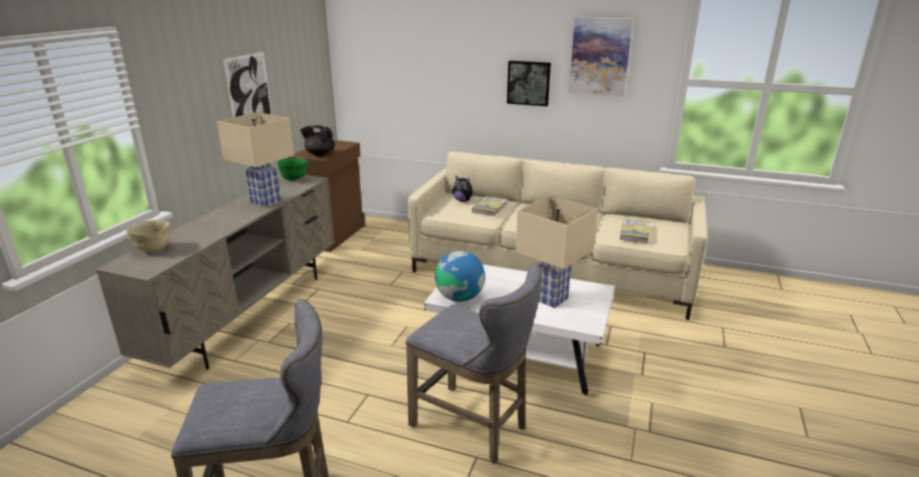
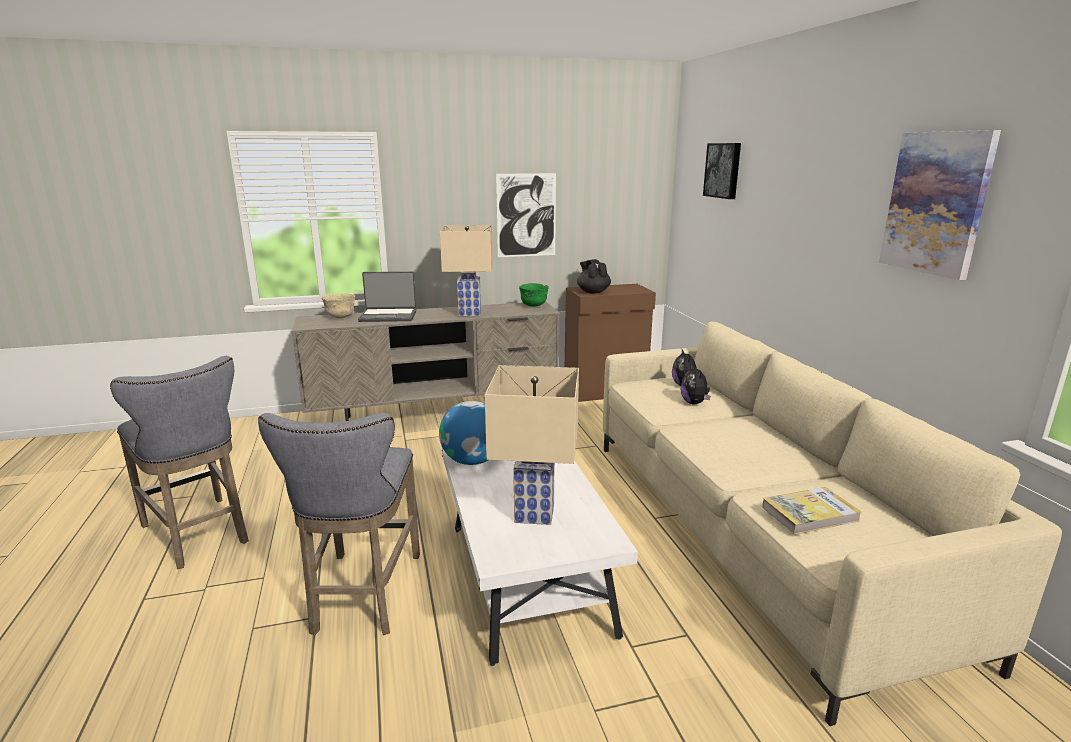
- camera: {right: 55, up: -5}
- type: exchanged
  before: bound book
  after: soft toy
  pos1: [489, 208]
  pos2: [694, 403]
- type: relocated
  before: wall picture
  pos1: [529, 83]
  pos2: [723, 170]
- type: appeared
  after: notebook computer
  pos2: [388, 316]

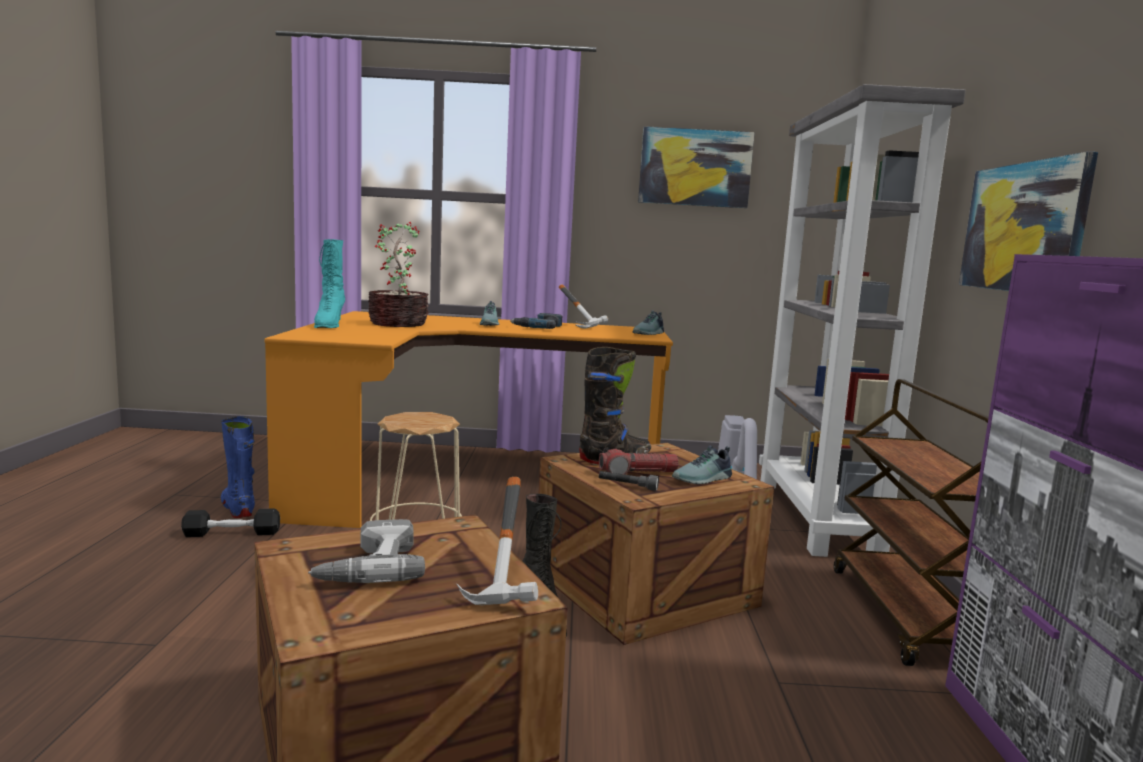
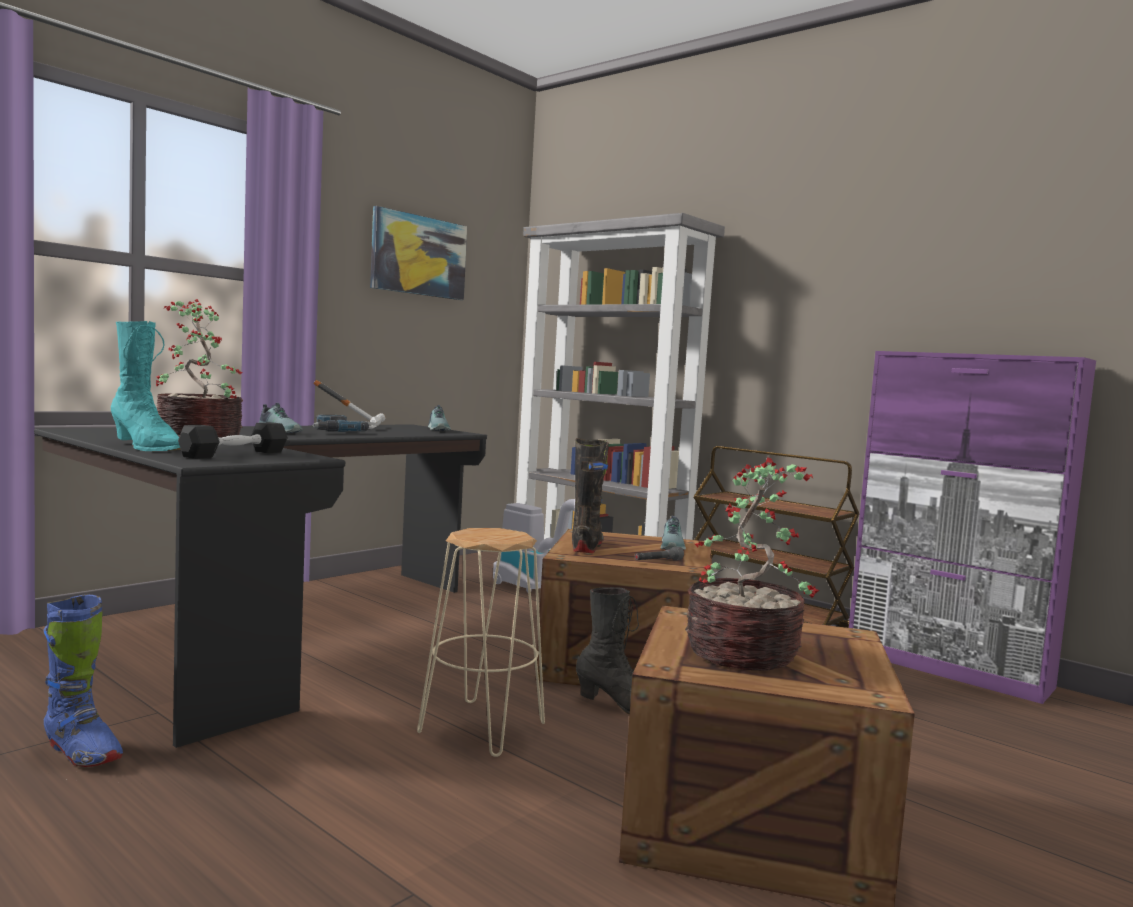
- camera: {right: -50, up: -5}
- type: relocated
  before: free weight (black)
  pos1: [232, 533]
  pos2: [235, 454]
- type: spun
  before: tall boot (bluish)
  pos1: [238, 509]
  pos2: [81, 752]
  turn: -150
- type: colour
  before: desk unit (orangey)
  after: desk unit (black)
  pos1: [465, 478]
  pos2: [274, 632]
- type: exchanged
  before: power drill
  after: houseplant
  pos1: [368, 566]
  pos2: [744, 654]
- type: missing
  before: hammer
  pos1: [514, 585]
- type: missing
  before: torch
  pos1: [637, 473]
- type: missing
  before: wall picture
  pos1: [1023, 228]

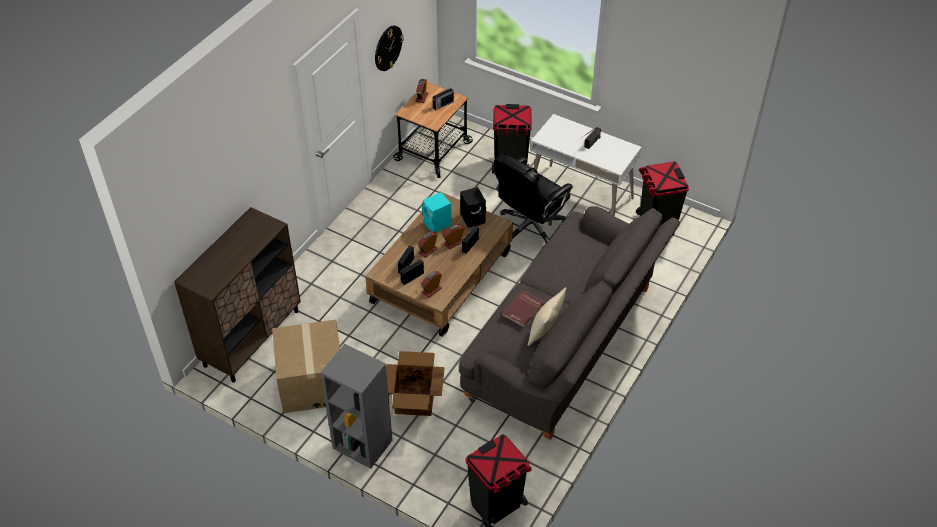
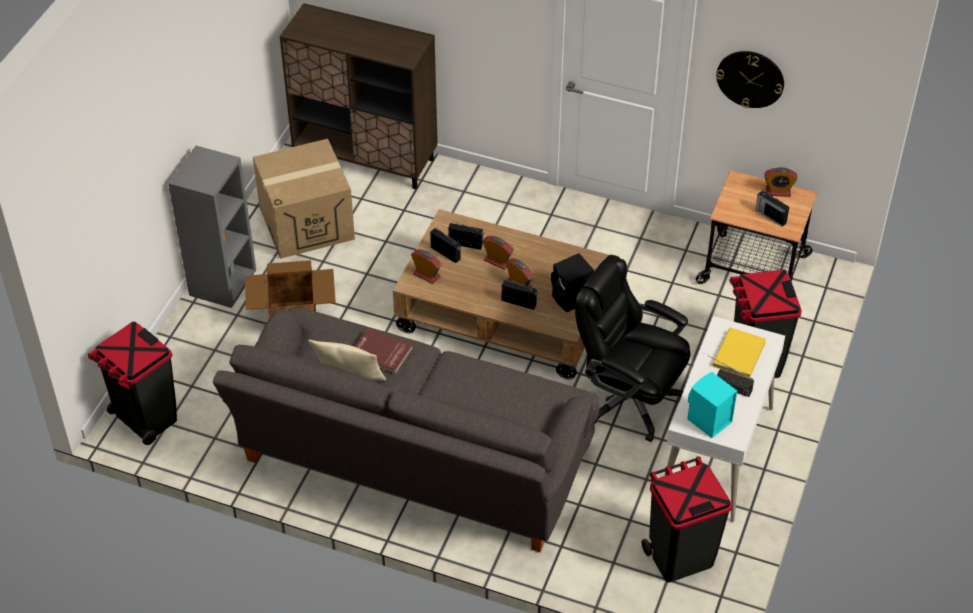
- camera: {right: 80, up: 0}
- type: relocated
  before: loudspeaker (turquoise-coloured)
  pos1: [437, 224]
  pos2: [708, 421]
- type: appeared
  after: bound book (yellow-coloured)
  pos2: [740, 355]

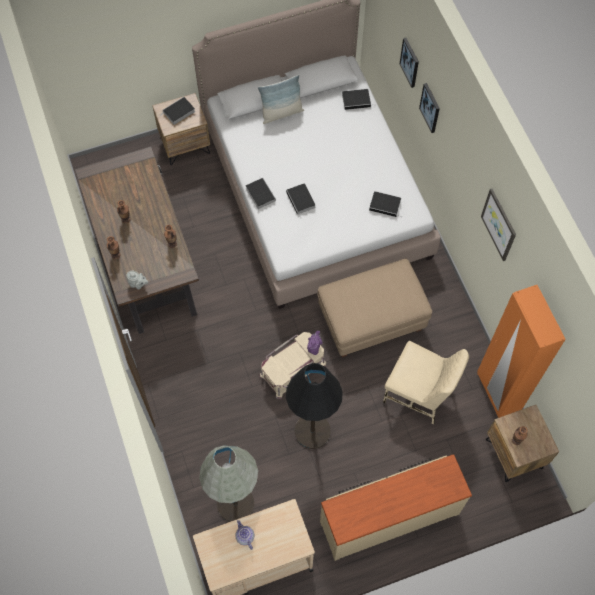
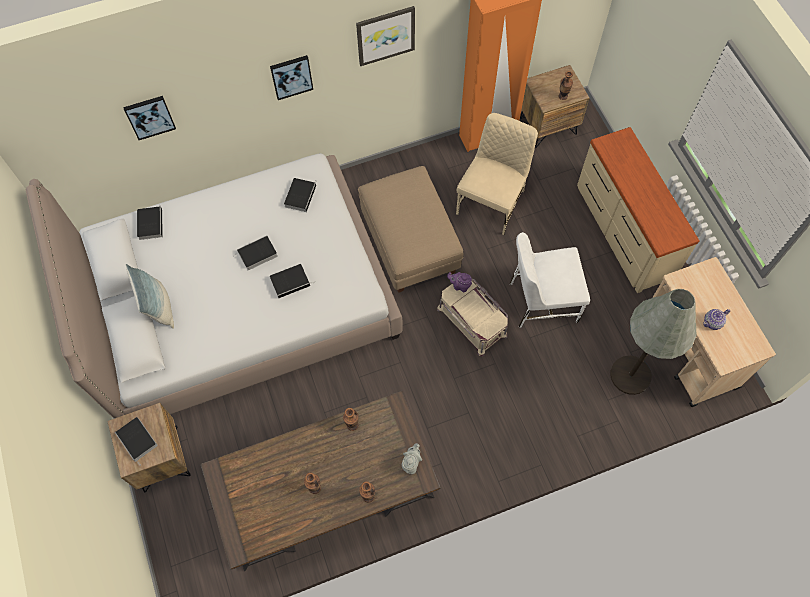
- camera: {right: -90, up: 0}
- type: relocated
  before: bound book
  pos1: [259, 194]
  pos2: [256, 255]
- type: exchanged
  before: floor lamp (black)
  after: plain chair (white-coloured)
  pos1: [312, 431]
  pos2: [541, 301]
- type: relocated
  before: wall picture
  pos1: [430, 107]
  pos2: [291, 76]

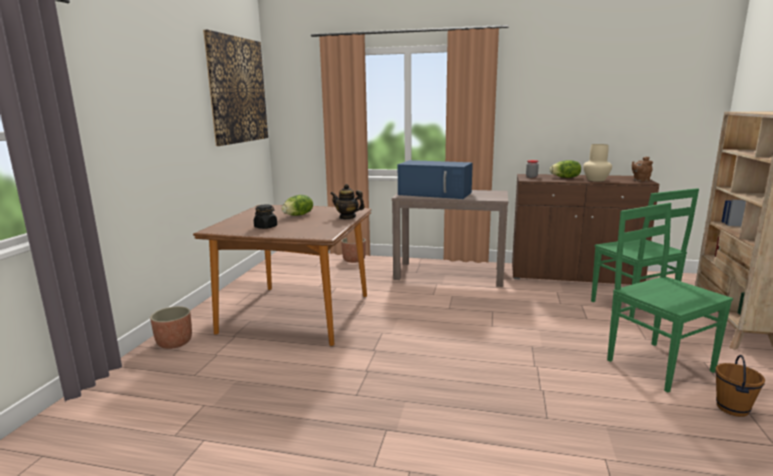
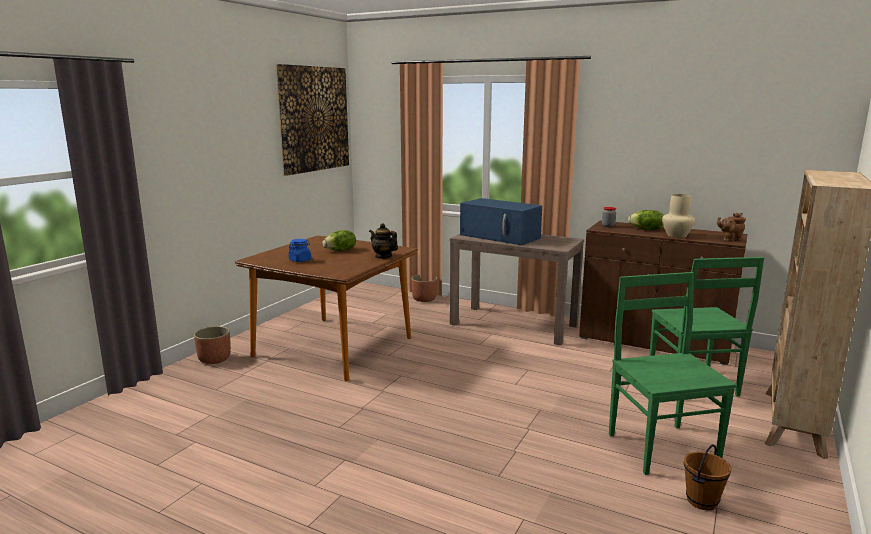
- camera: {right: 15, up: 0}
- type: colour
  before: preserve jar (black)
  after: preserve jar (bluish)
  pos1: [266, 227]
  pos2: [300, 260]

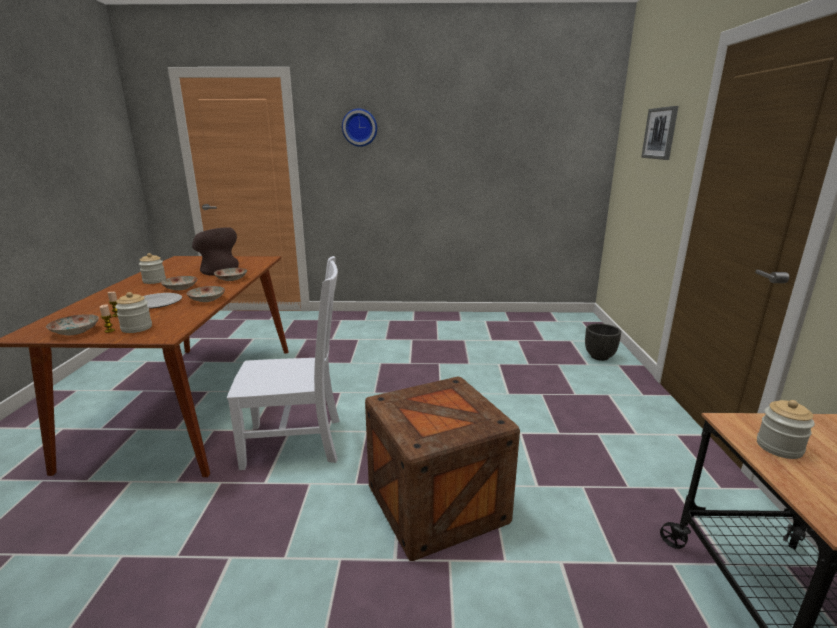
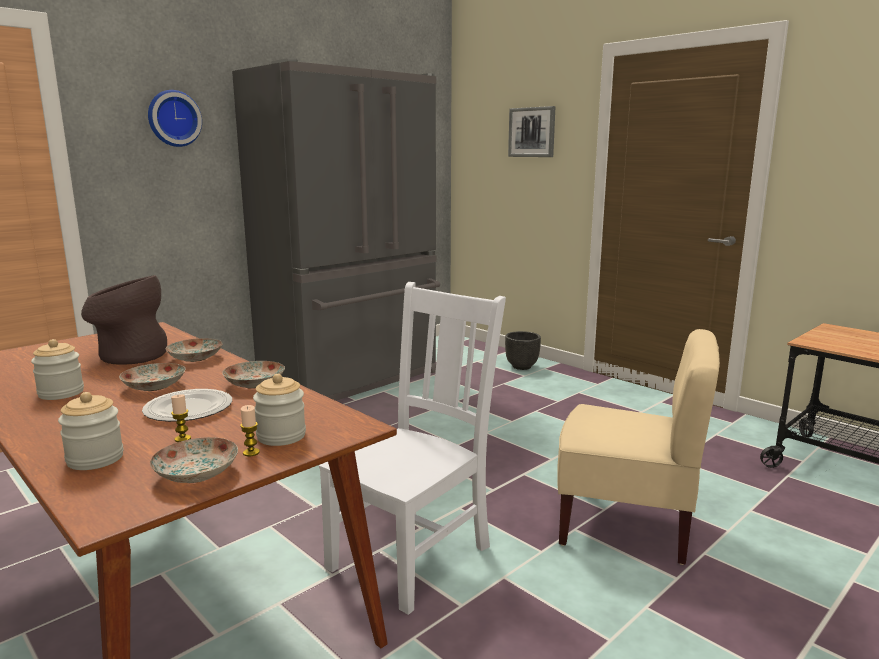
- camera: {right: -45, up: -5}
- type: exchanged
  before: packing crate
  after: plain chair (beige)
  pos1: [436, 504]
  pos2: [626, 525]
- type: relocated
  before: preserve jar
  pos1: [779, 447]
  pos2: [95, 459]
- type: appeared
  after: refrigerator (gray)
  pos2: [353, 379]

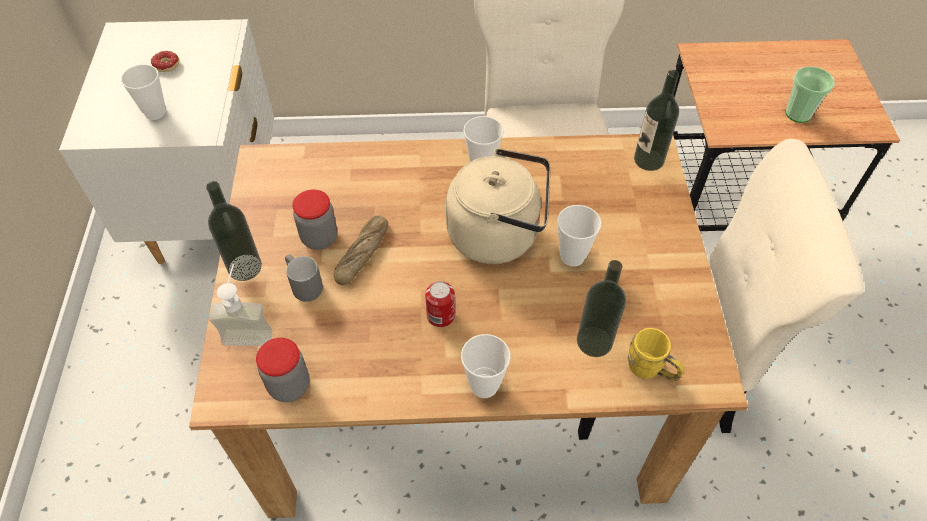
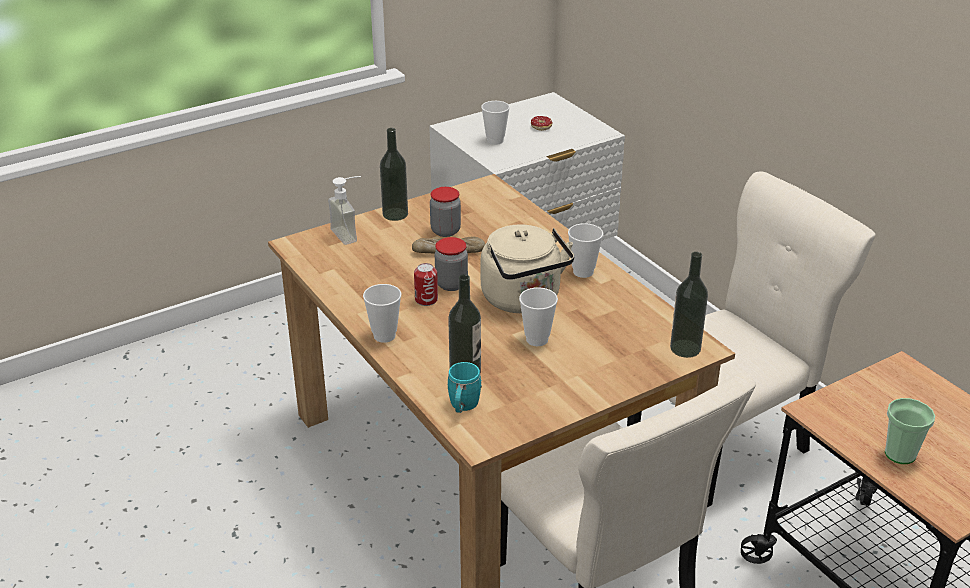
- camera: {right: 60, up: -20}
- type: relocated
  before: preserve jar
  pos1: [289, 386]
  pos2: [451, 284]
- type: missing
  before: coffee mug (gray)
  pos1: [302, 287]
- type: colour
  before: coffee mug (yellow-coloured)
  after: coffee mug (turquoise-coloured)
  pos1: [651, 370]
  pos2: [463, 407]

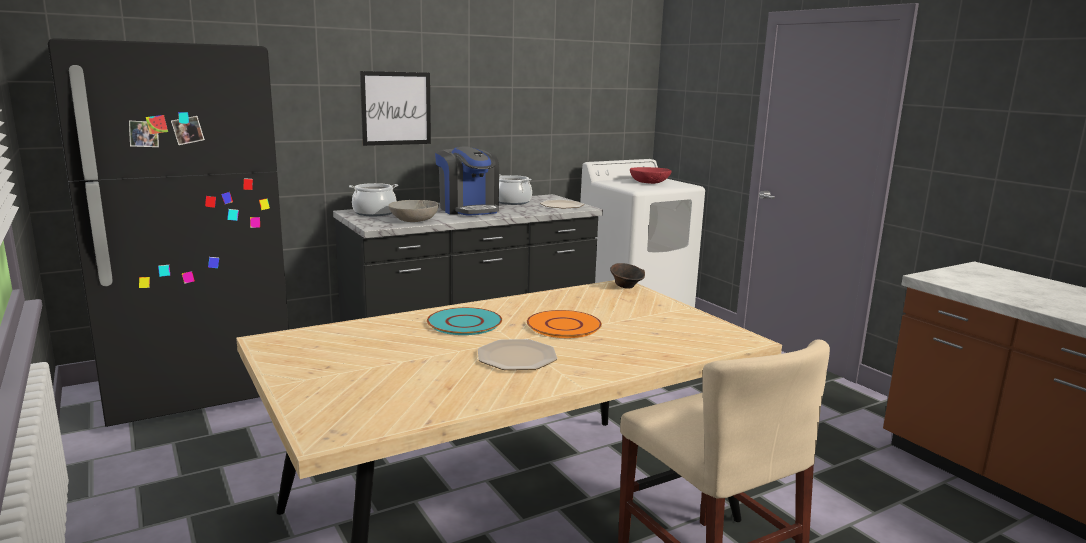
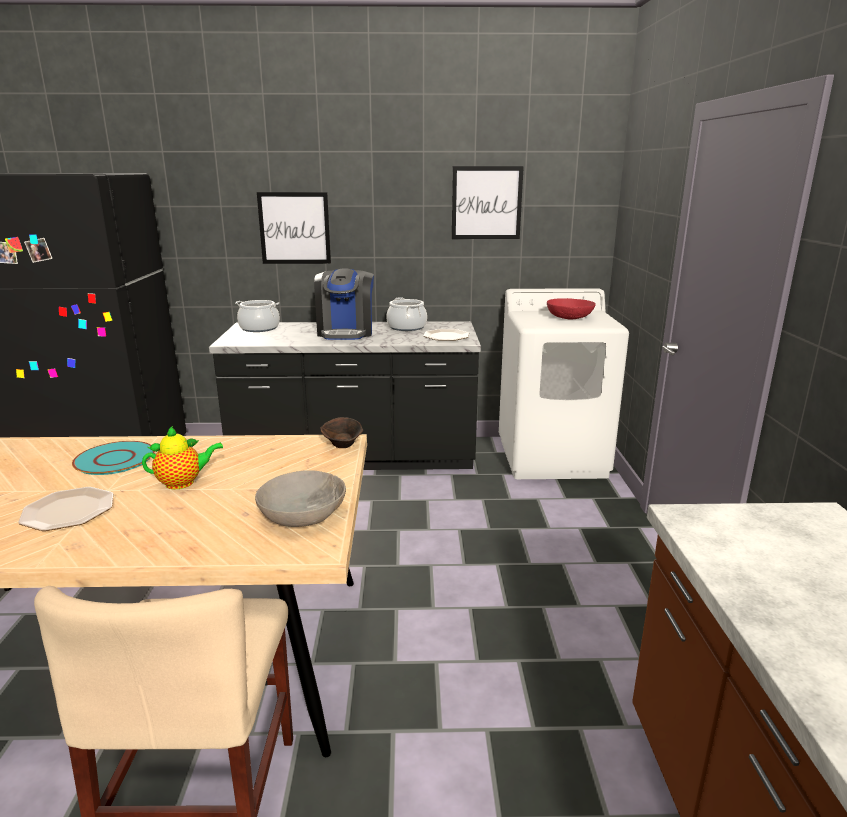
- camera: {right: 30, up: 5}
- type: relocated
  before: bowl (gray)
  pos1: [413, 220]
  pos2: [303, 515]
- type: exchanged
  before: dinner plate (orangey)
  after: tea pot
  pos1: [564, 326]
  pos2: [183, 483]
- type: appeared
  after: wall picture
  pos2: [486, 203]

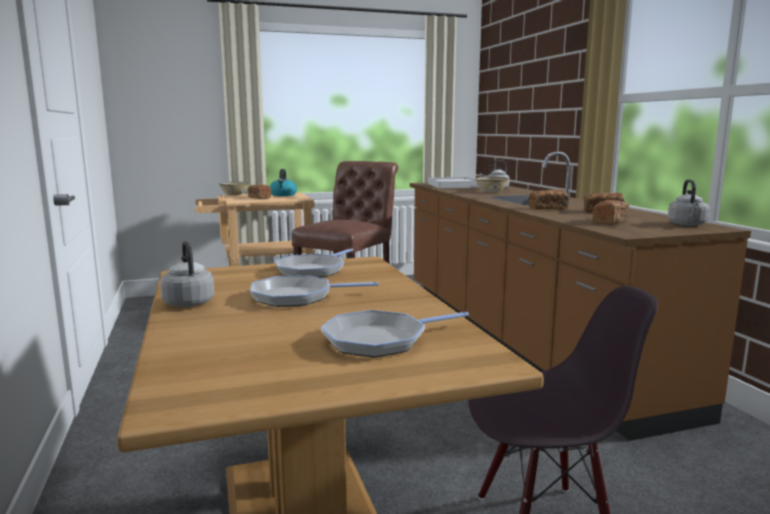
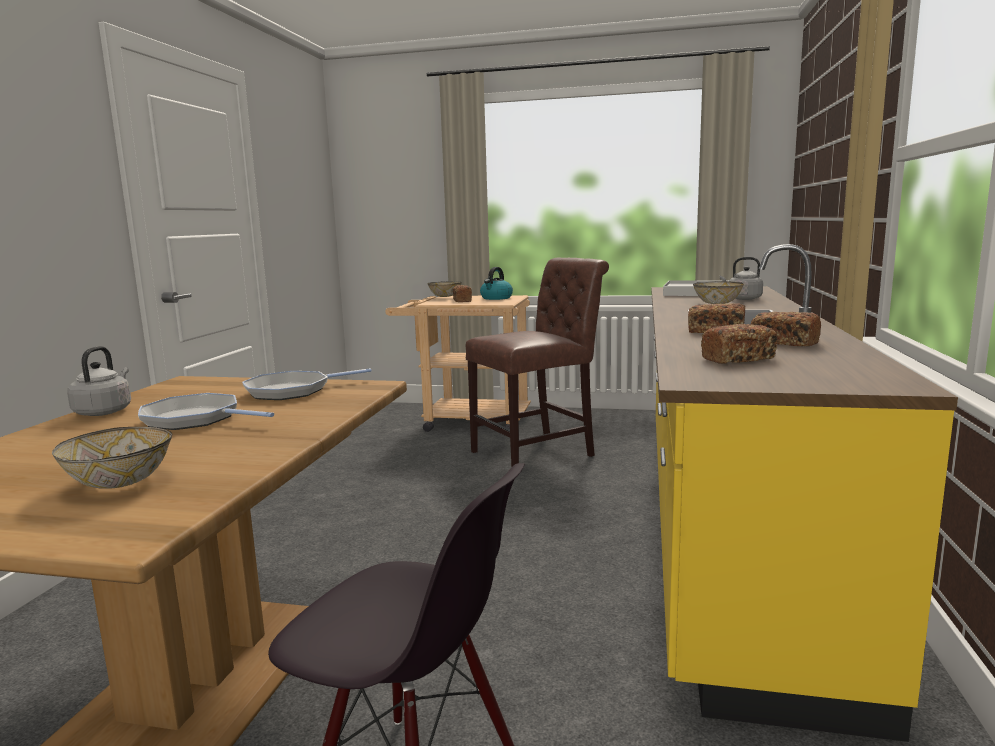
- camera: {right: 30, up: 0}
- type: exchanged
  before: pan
  after: bowl
  pos1: [380, 340]
  pos2: [121, 482]
- type: colour
  before: counter (brown-coloured)
  after: counter (yellow-coloured)
  pos1: [521, 339]
  pos2: [725, 523]
- type: missing
  before: kettle (gray)
  pos1: [687, 224]

